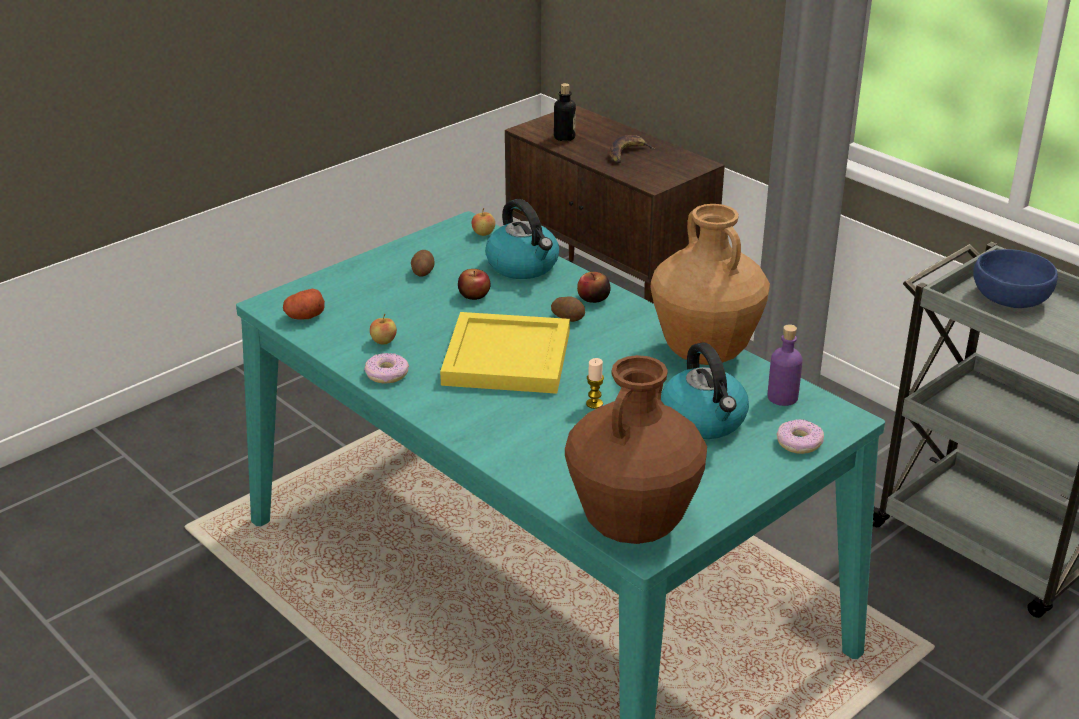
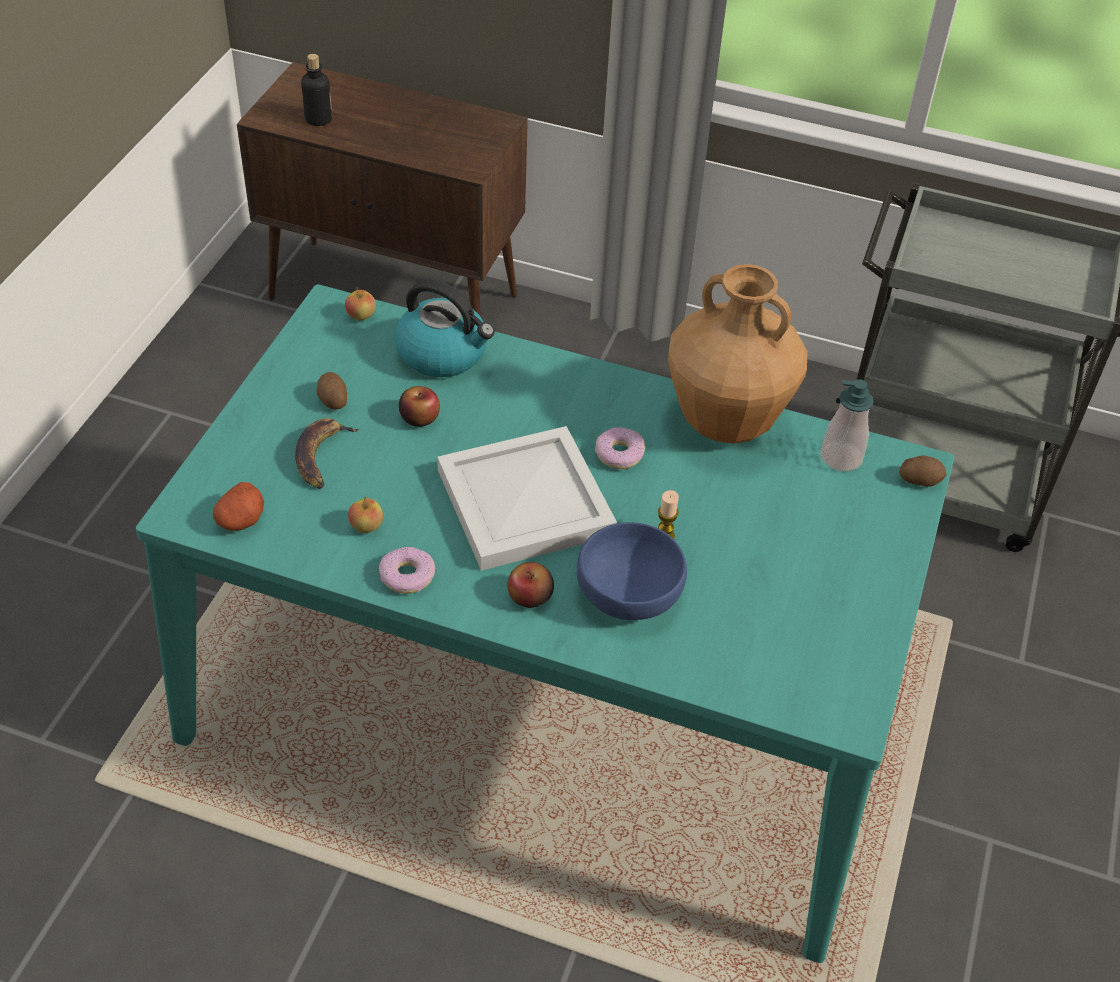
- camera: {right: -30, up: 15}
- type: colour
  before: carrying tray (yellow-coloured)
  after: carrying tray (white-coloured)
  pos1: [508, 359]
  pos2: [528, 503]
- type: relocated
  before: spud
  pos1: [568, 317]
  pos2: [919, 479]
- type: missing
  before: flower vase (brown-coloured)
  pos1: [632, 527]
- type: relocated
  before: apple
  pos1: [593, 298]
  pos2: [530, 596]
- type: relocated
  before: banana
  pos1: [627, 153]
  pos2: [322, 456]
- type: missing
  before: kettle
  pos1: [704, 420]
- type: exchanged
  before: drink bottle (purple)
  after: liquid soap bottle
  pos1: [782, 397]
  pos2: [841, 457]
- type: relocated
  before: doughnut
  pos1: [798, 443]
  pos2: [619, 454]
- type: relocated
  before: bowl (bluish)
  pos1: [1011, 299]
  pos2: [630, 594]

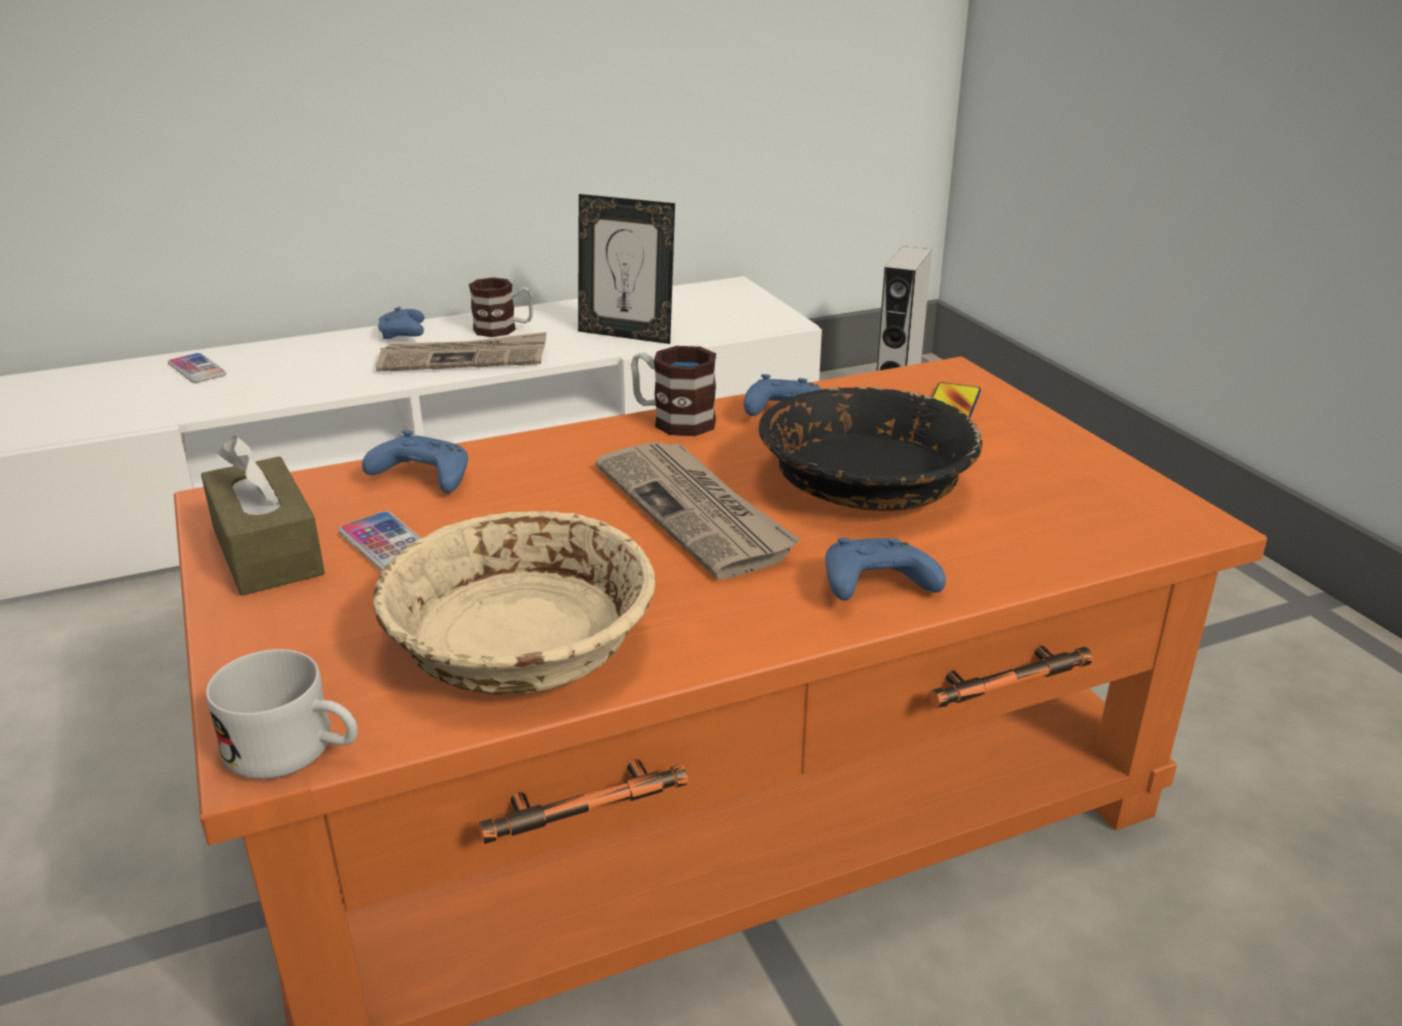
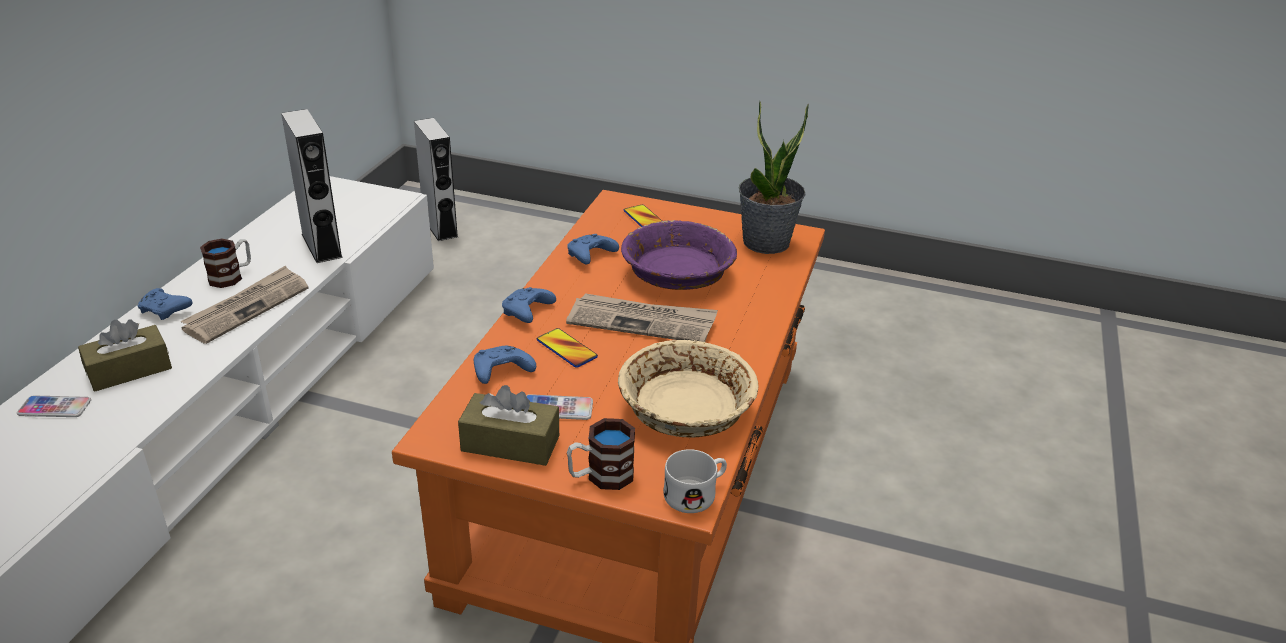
- camera: {right: -50, up: 5}
- type: exchanged
  before: picture frame
  after: loudspeaker (gray)
  pos1: [627, 334]
  pos2: [321, 245]
- type: relocated
  before: coffee mug
  pos1: [673, 420]
  pos2: [600, 476]
- type: colour
  before: bowl (black)
  after: bowl (purple)
  pos1: [867, 483]
  pos2: [678, 274]
- type: relocated
  before: game controller (bluish)
  pos1: [874, 587]
  pos2: [527, 313]
- type: appeared
  after: box of tissues (brown-coloured)
  pos2: [129, 370]
- type: appeared
  after: handset
  pos2: [566, 349]
- type: appeared
  after: houseplant
  pos2: [766, 242]

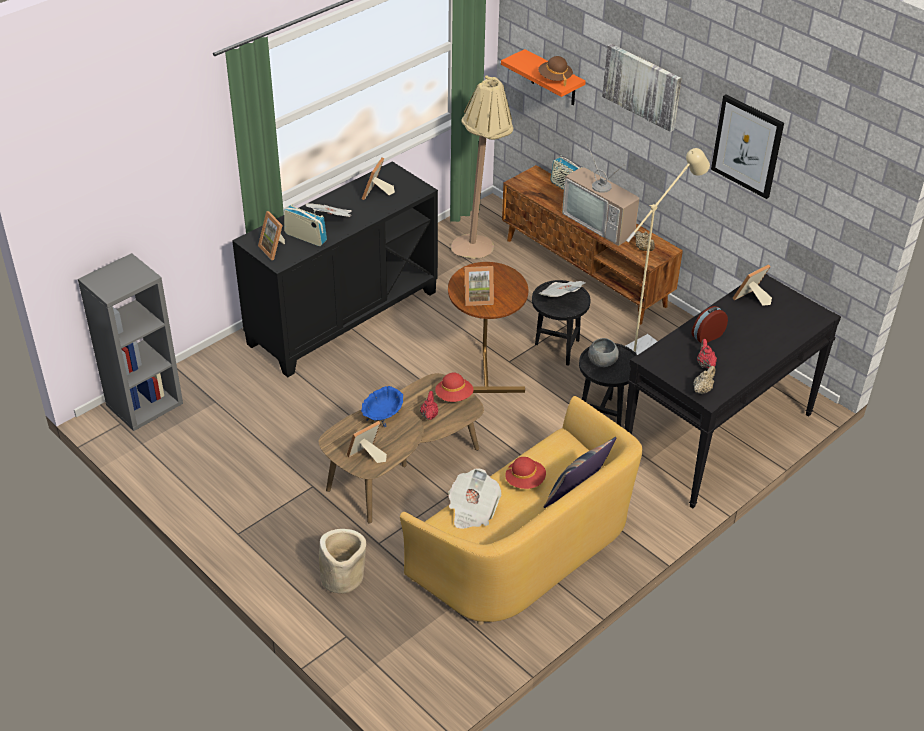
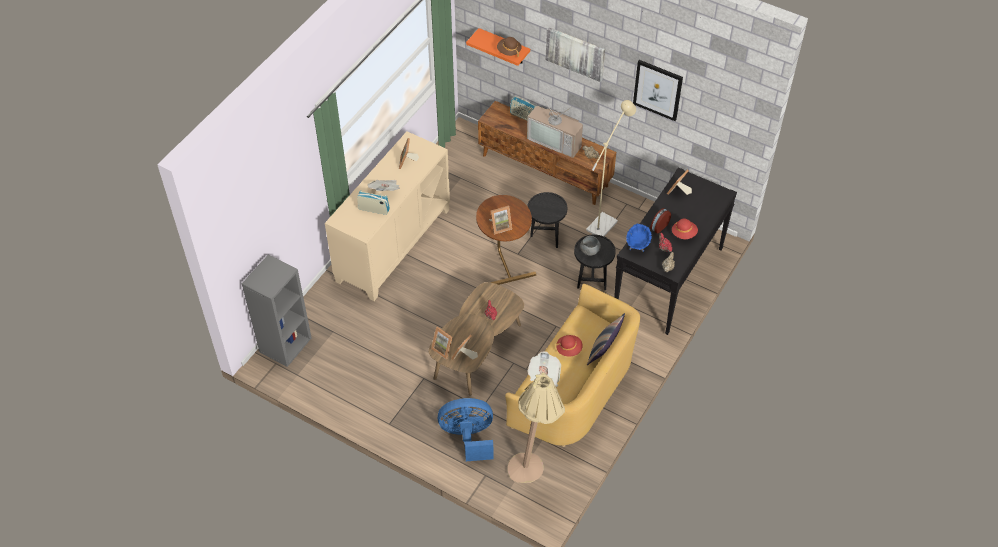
- camera: {right: -15, up: 10}
- type: colour
  before: cabinet (black)
  after: cabinet (beige)
  pos1: [343, 317]
  pos2: [393, 244]
- type: relocated
  before: picture frame
  pos1: [275, 249]
  pos2: [444, 349]
- type: exchanged
  before: plant pot (beige)
  after: fan (bluish)
  pos1: [343, 578]
  pos2: [468, 437]
- type: relocated
  before: bowl (bluish)
  pos1: [382, 415]
  pos2: [637, 244]
- type: relocated
  before: hat (reddish)
  pos1: [454, 396]
  pos2: [684, 234]
- type: relocated
  before: floor lamp (beige)
  pos1: [479, 252]
  pos2: [532, 472]
- type: missing
  before: daily paper
  pos1: [561, 297]

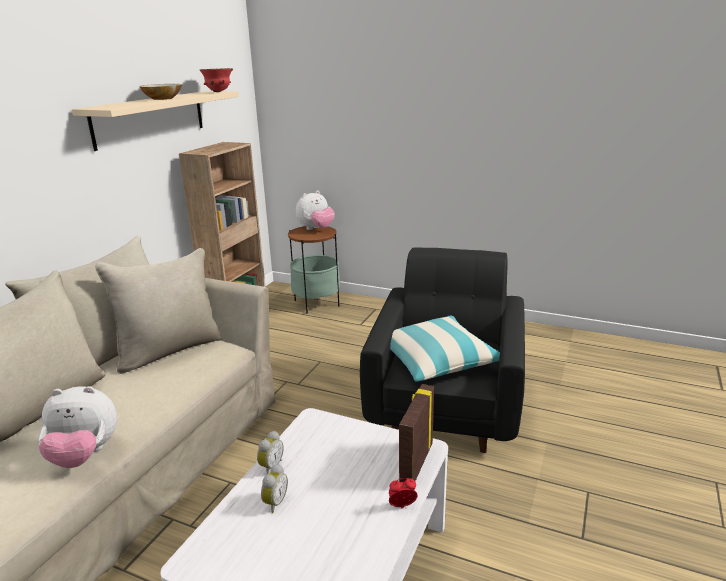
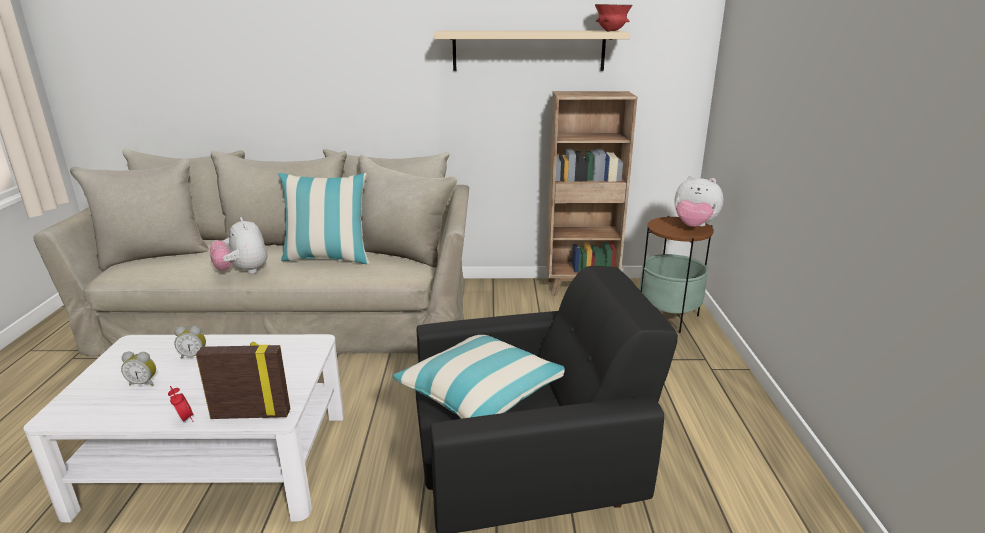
- camera: {right: 65, up: 0}
- type: missing
  before: bowl
  pos1: [162, 98]
- type: relocated
  before: bedside clock
  pos1: [270, 466]
  pos2: [144, 383]
- type: appeared
  after: cushion
  pos2: [328, 258]

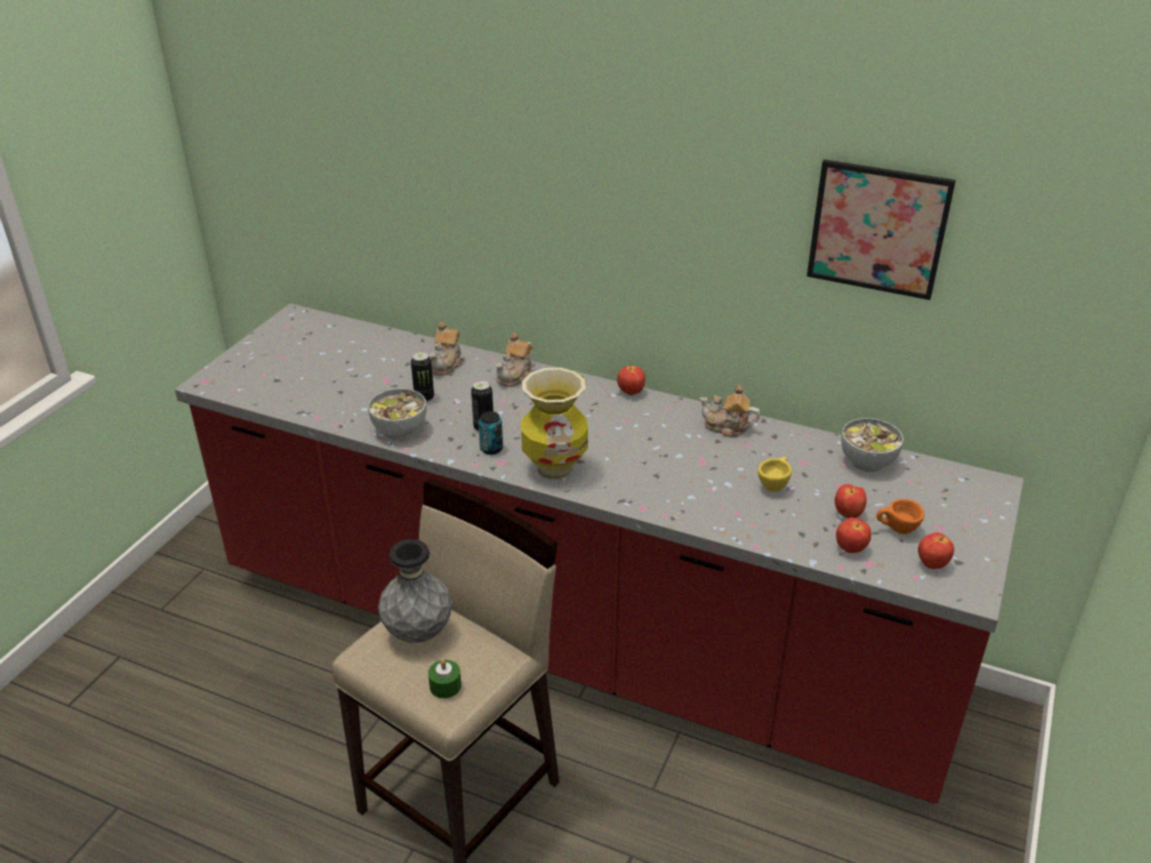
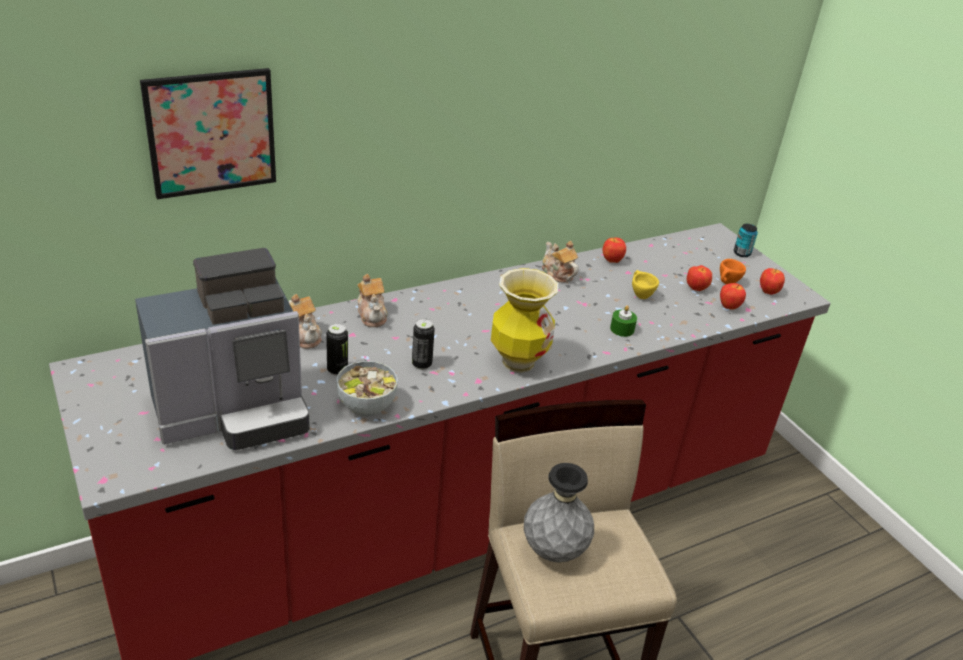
- camera: {right: -55, up: 0}
- type: relocated
  before: wax candle (greenish)
  pos1: [445, 686]
  pos2: [622, 329]
- type: relocated
  before: sealed can
  pos1: [491, 449]
  pos2: [742, 253]
- type: relocated
  before: apple
  pos1: [630, 392]
  pos2: [612, 261]
- type: spun
  before: tea pot
  pos1: [727, 427]
  pos2: [557, 274]
  turn: 90
- type: relocated
  before: wall picture
  pos1: [878, 229]
  pos2: [211, 133]
- type: missing
  before: bowl
  pos1: [868, 461]
- type: appeared
  after: coffee brewer
  pos2: [234, 412]

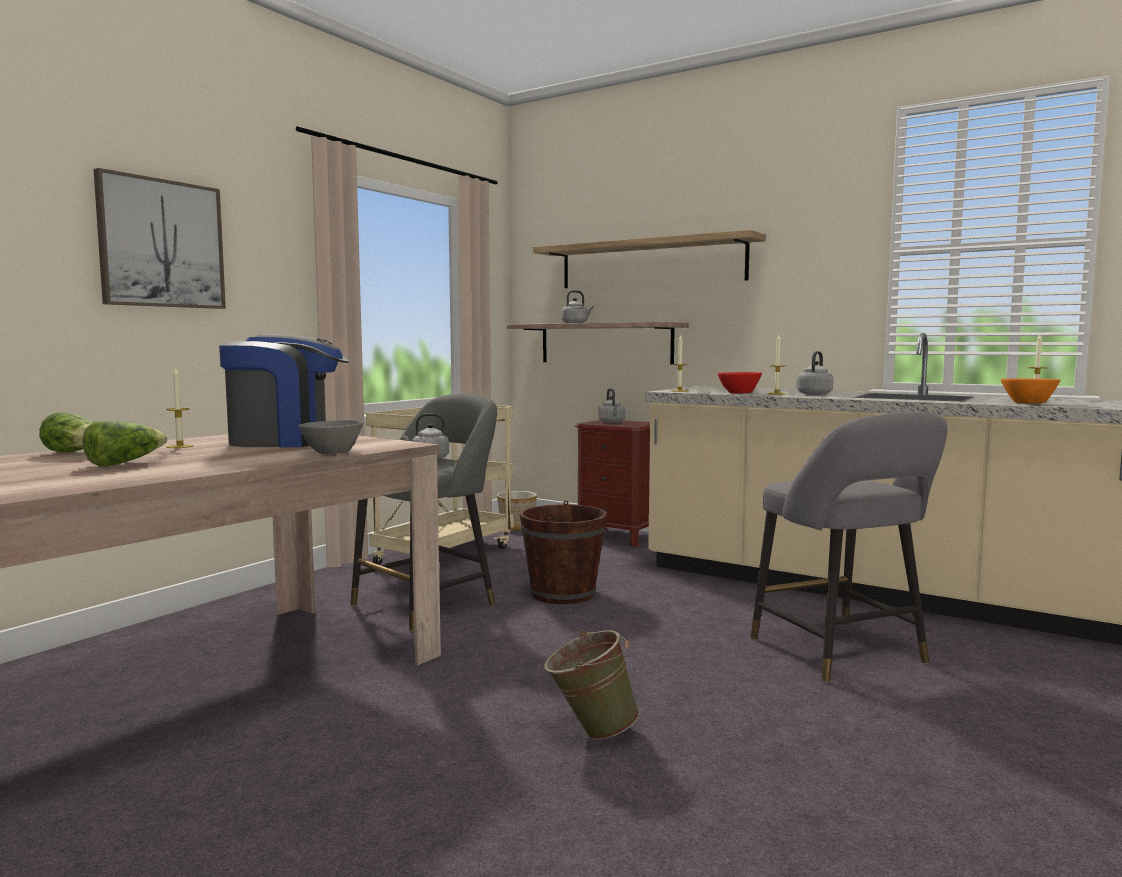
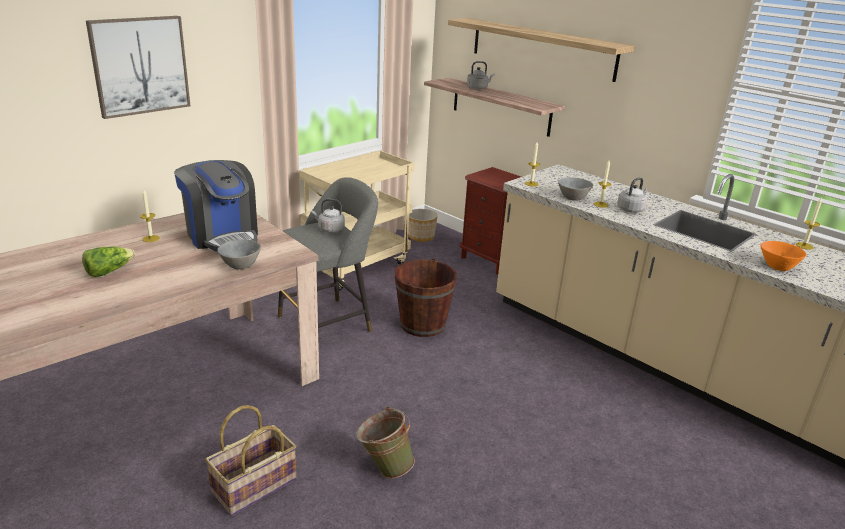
- camera: {right: 10, up: 20}
- type: missing
  before: lettuce
  pos1: [74, 453]
- type: spun
  before: coffee brewer
  pos1: [288, 441]
  pos2: [222, 235]
  turn: 45
- type: missing
  before: kettle (gray)
  pos1: [612, 422]
- type: colour
  before: bowl (reddish)
  after: bowl (gray)
  pos1: [738, 393]
  pos2: [572, 197]
- type: missing
  before: stool (gray)
  pos1: [843, 654]
- type: appeared
  after: household basket
  pos2: [254, 487]

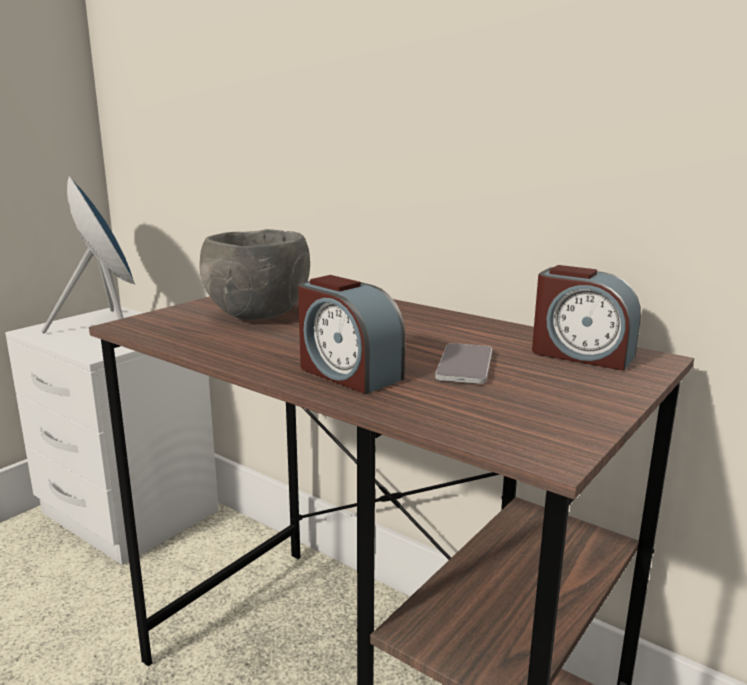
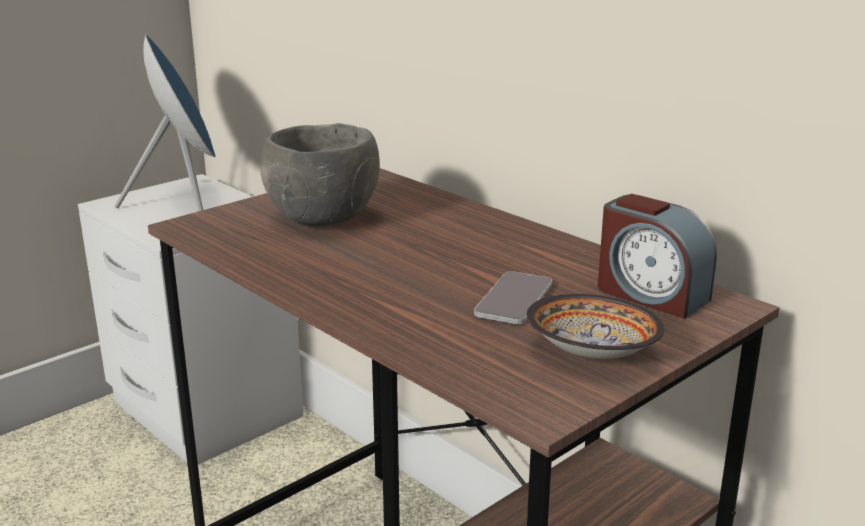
- camera: {right: 10, up: 5}
- type: missing
  before: bedside clock
  pos1: [348, 373]
- type: appeared
  after: bowl
  pos2: [590, 352]

